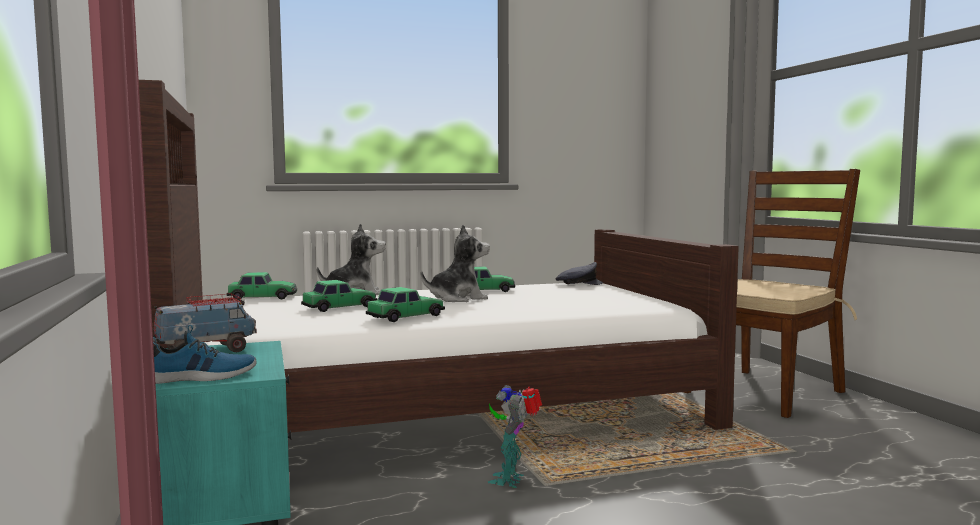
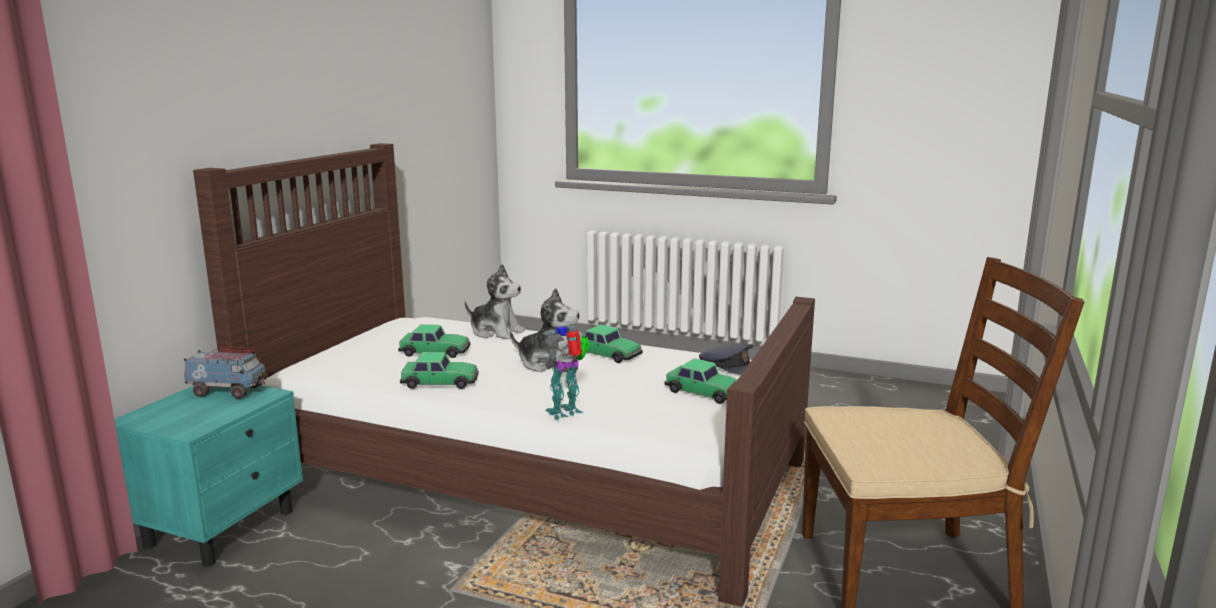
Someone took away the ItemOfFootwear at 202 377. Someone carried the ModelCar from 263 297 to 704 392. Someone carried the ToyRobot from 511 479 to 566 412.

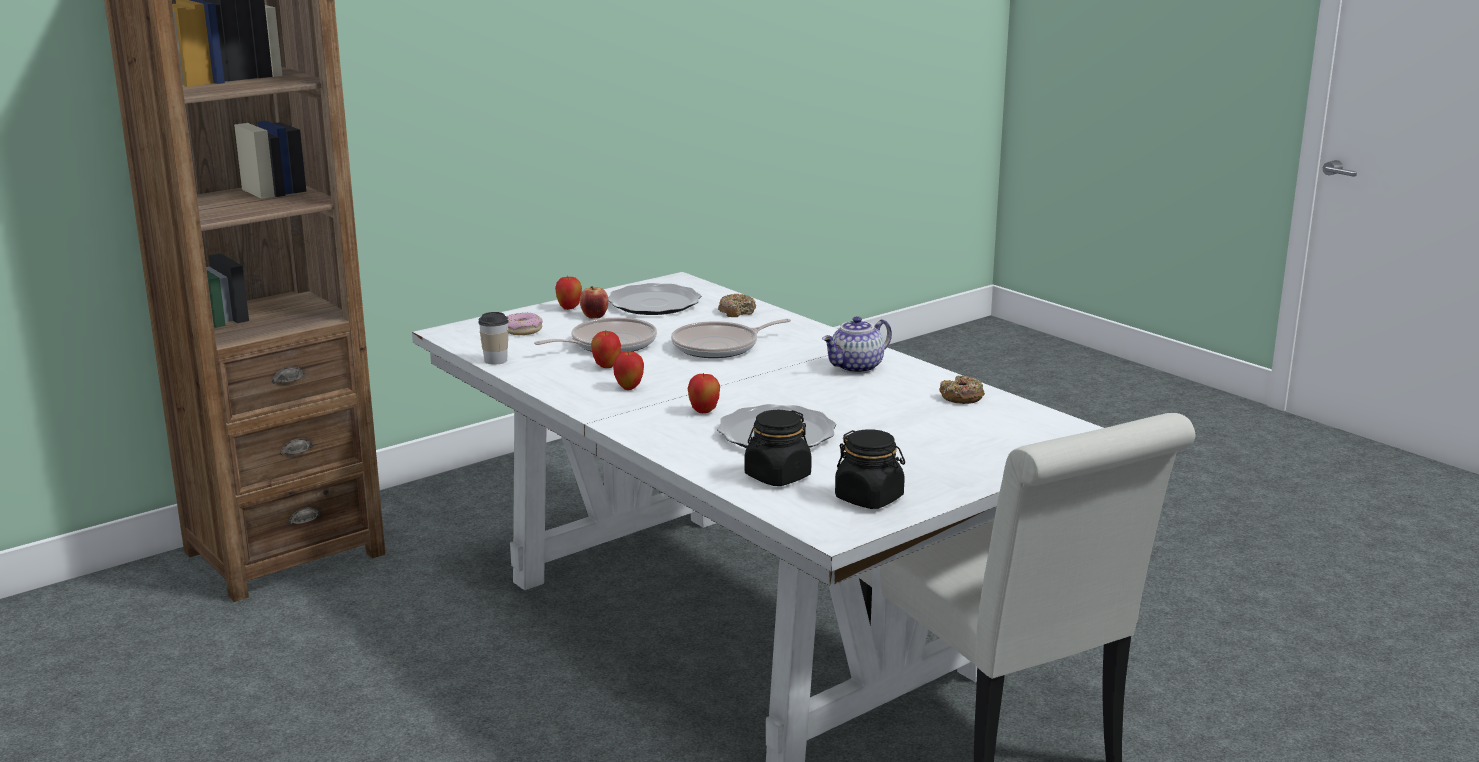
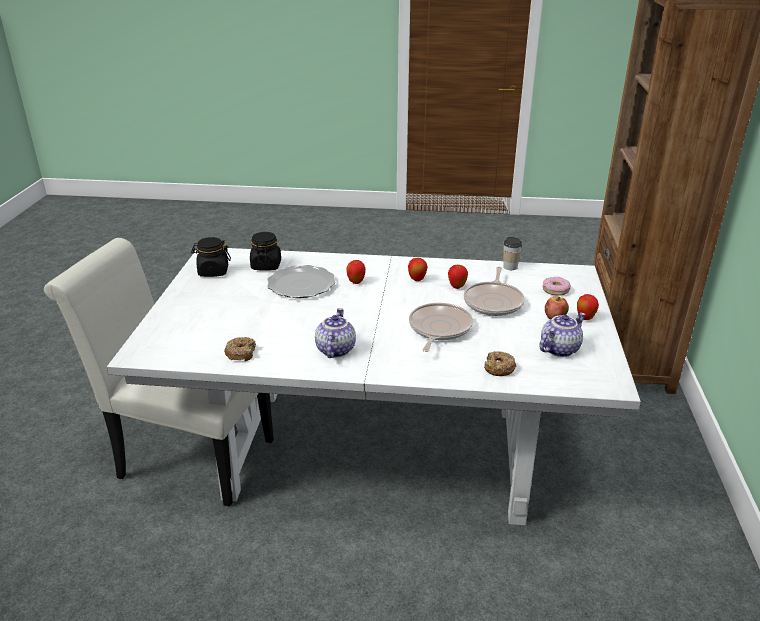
Someone swapped the DinnerPlate at 654 304 for the PotForTea at 559 349.

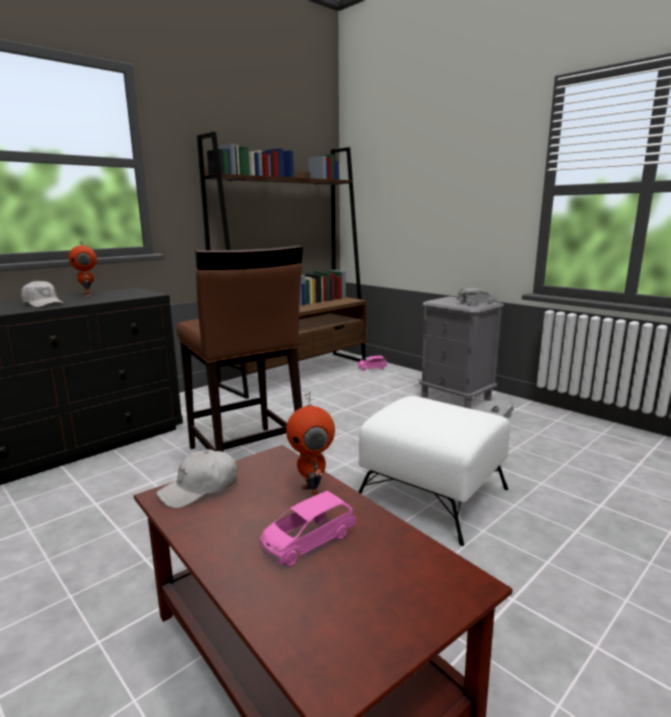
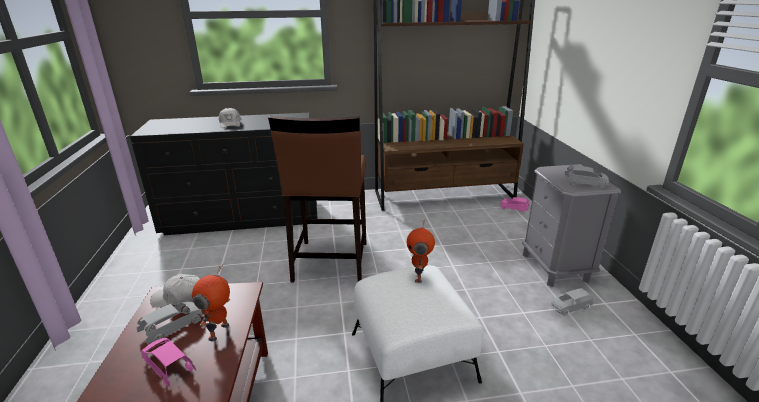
Someone carried the ToyRobot from 88 295 to 419 276. Someone rotated the PinkColouredModelCar at 307 542 by 45 degrees clockwise. Someone put down the GreyModelCar at 173 327.

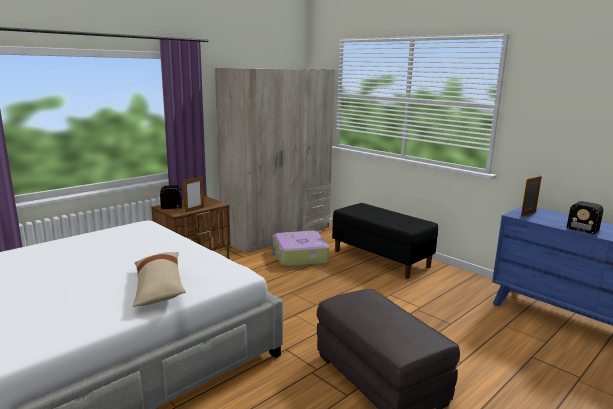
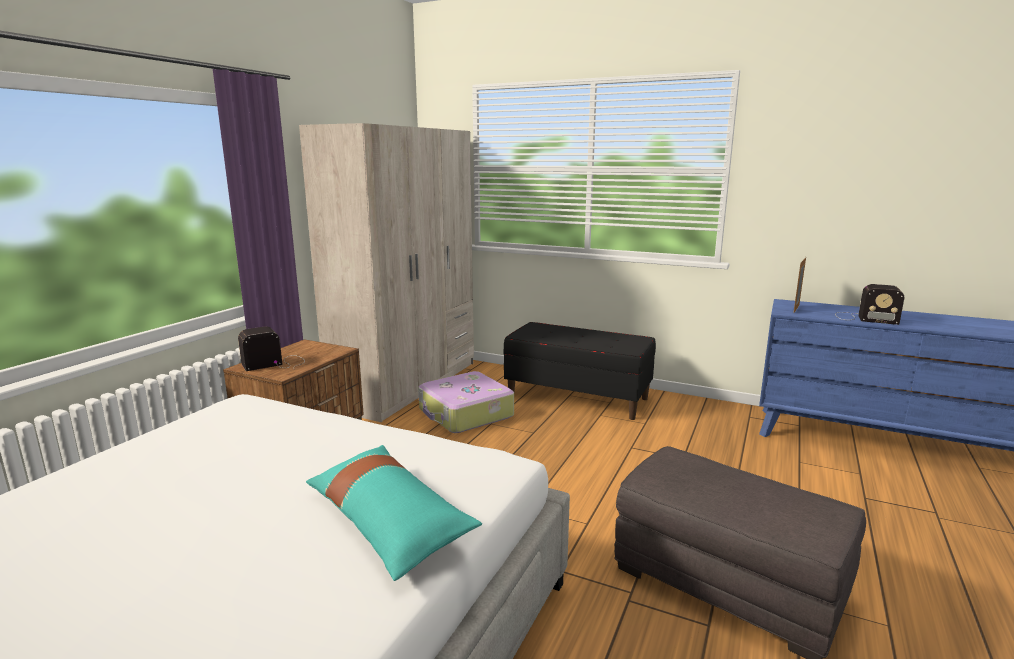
Someone repainted the BeigeColouredThrowPillow at 159 287, which became the BlueGreenThrowPillow at 388 522. Someone took away the PictureFrame at 194 210.

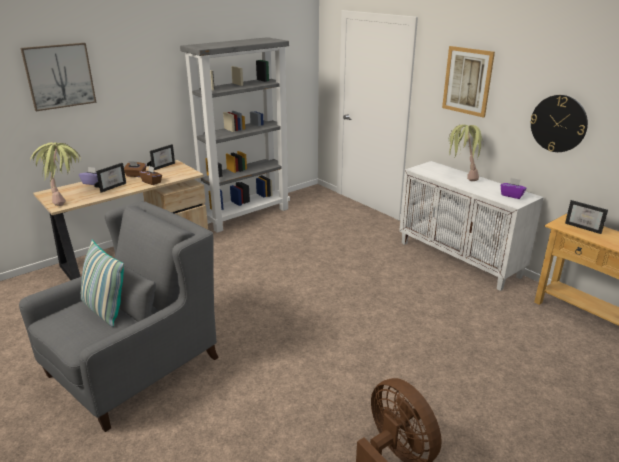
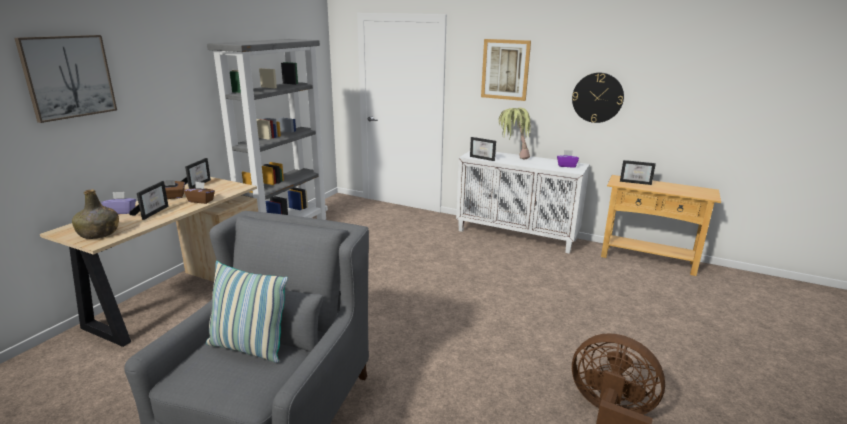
Someone swapped the Houseplant at 65 199 for the GreenBeverageBottle at 99 234. Someone put down the PictureFrame at 484 158.

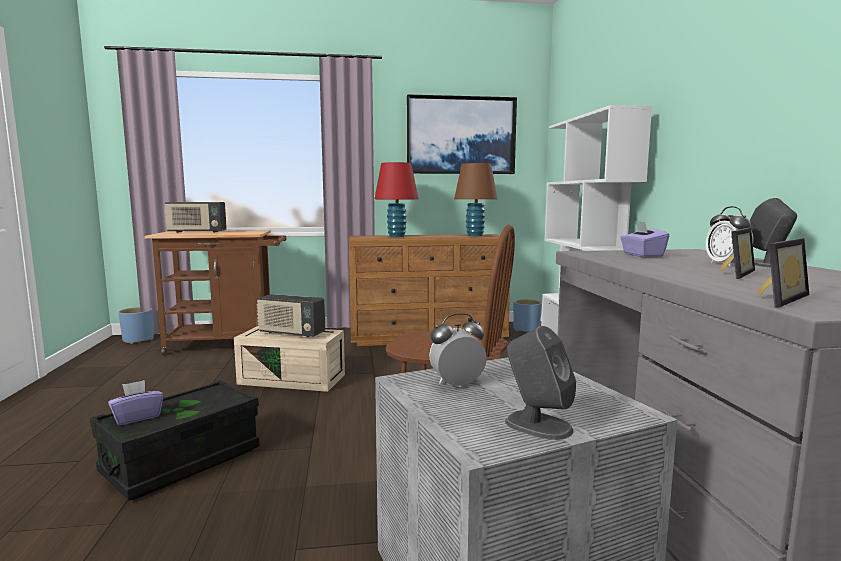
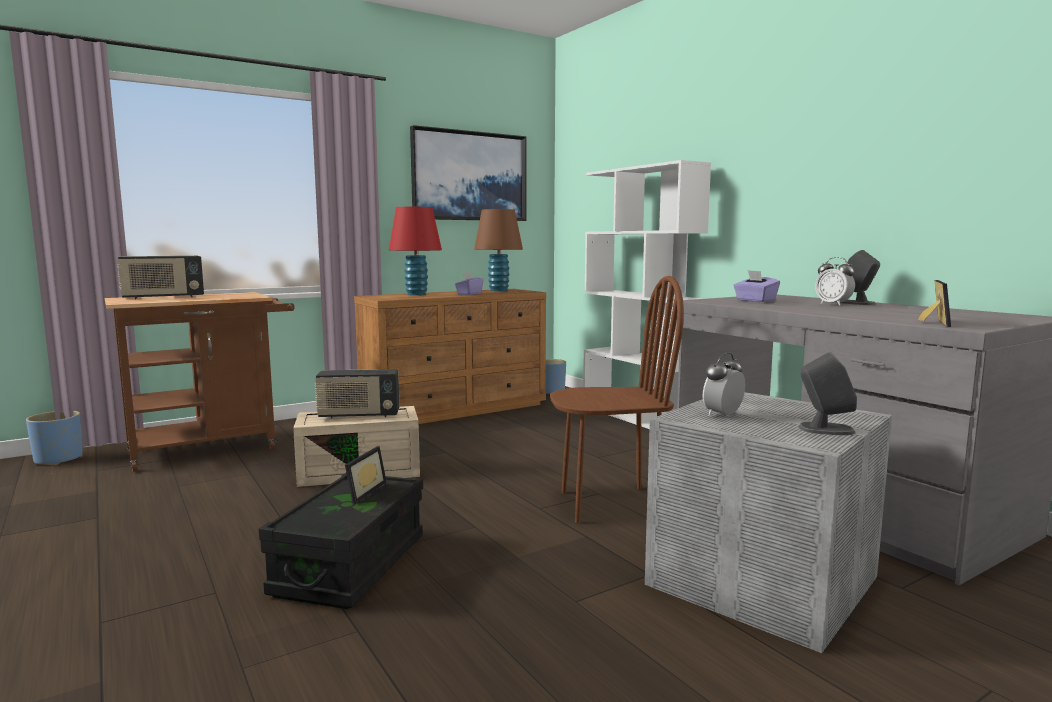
Someone carried the PurpleColouredBoxOfTissues from 137 417 to 469 294. Someone carried the PictureFrame from 732 273 to 361 492.

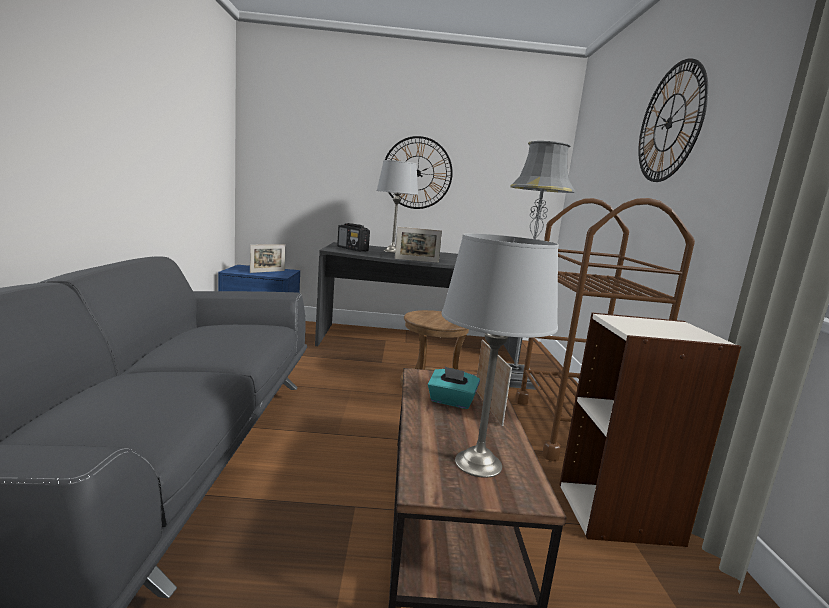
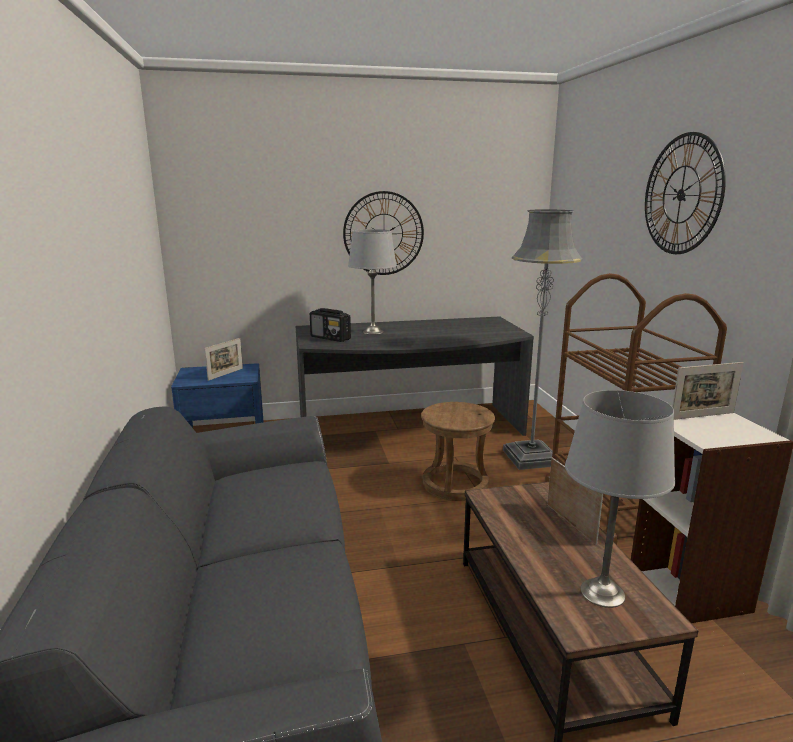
Someone carried the PictureFrame from 416 260 to 702 416. Someone took away the BlueGreenBoxOfTissues at 451 401.

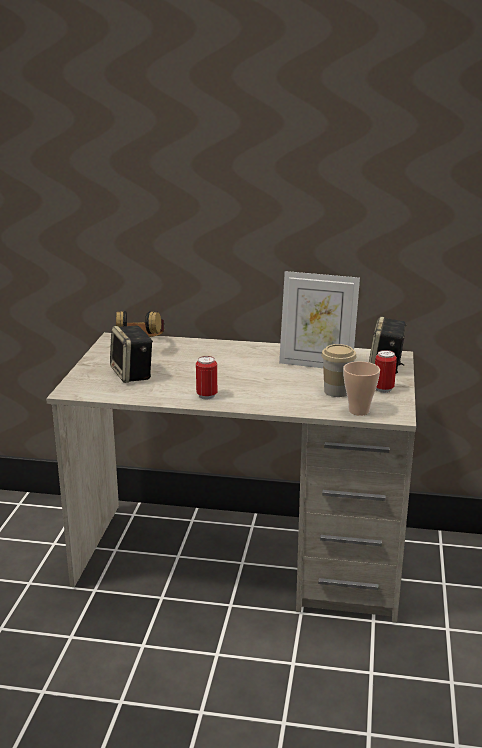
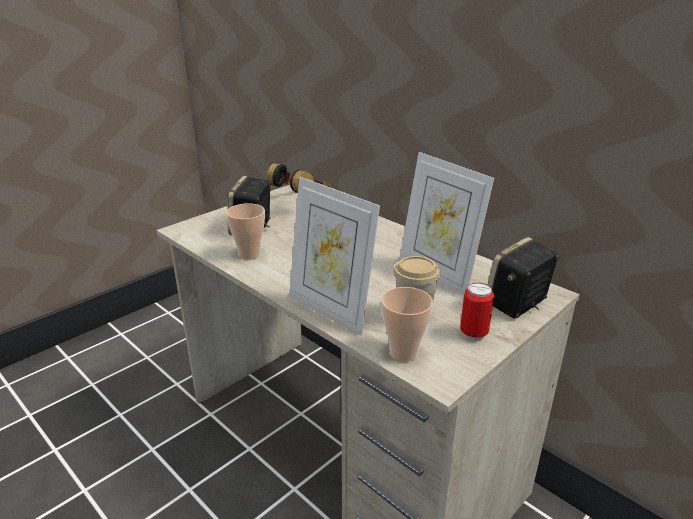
Someone took away the SealedCan at 207 395. Someone put down the Cup at 249 254. Someone put down the PictureFrame at 331 310.

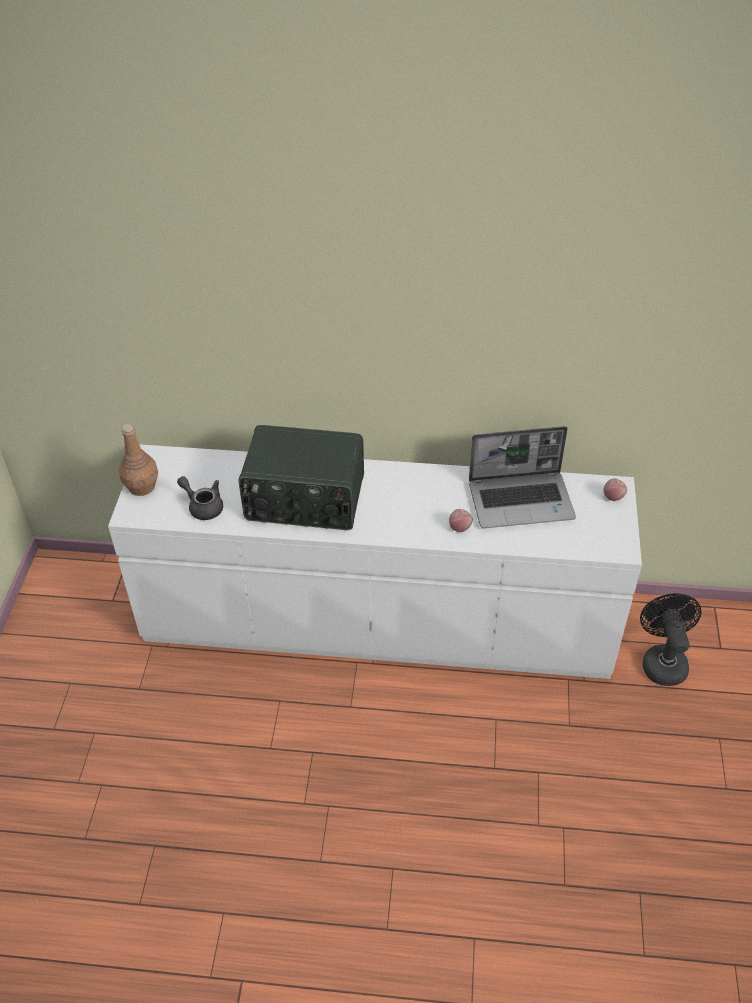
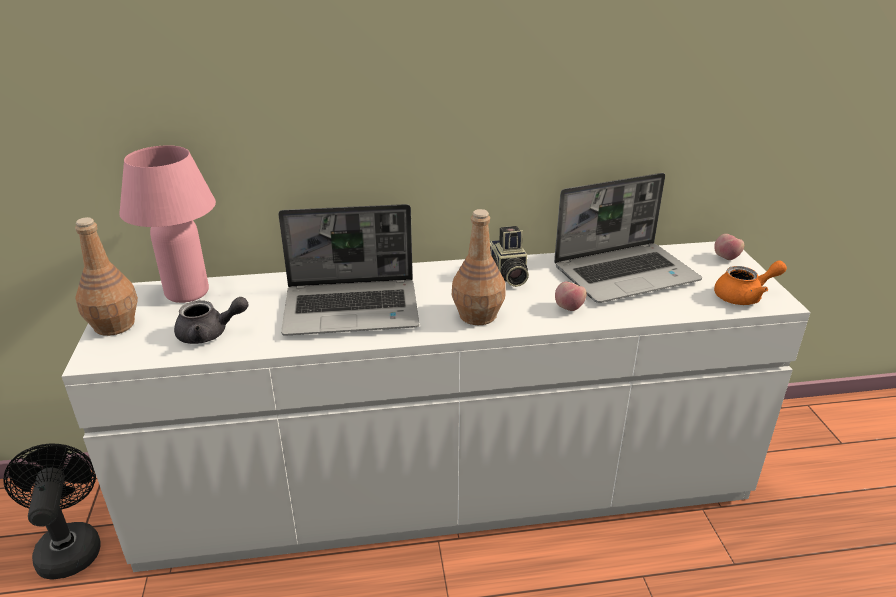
Someone rotated the GreyPotForTea at 203 506 by 150 degrees clockwise. Someone swapped the RadioReceiver at 304 500 for the Laptop at 353 309. Someone carried the BlackFan from 662 661 to 69 546. Someone put down the PinkColouredLampForATable at 187 293. Someone put down the BrownishBeverageBottle at 478 315. Someone put down the StillCamera at 507 275. Someone put down the OrangePotForTea at 744 296.

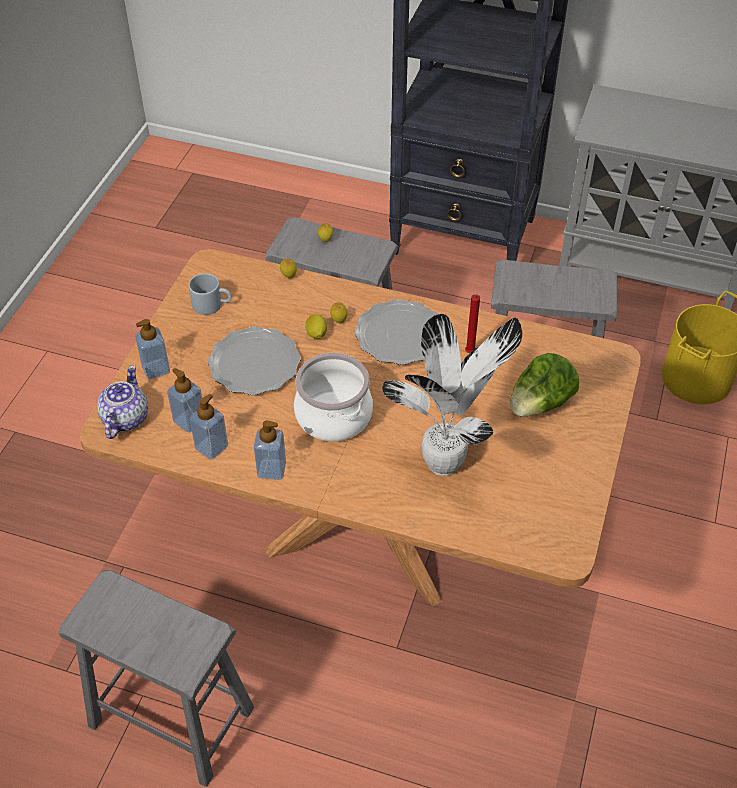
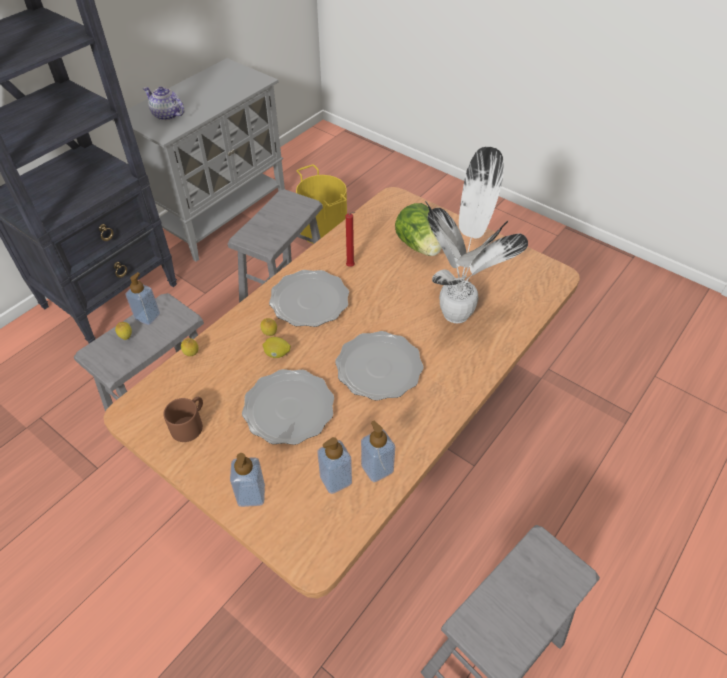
Someone carried the PotForTea from 124 419 to 167 115. Someone repainted the GreyCoffeeMug at 212 304, which became the BrownishCoffeeMug at 190 424. Someone carried the SoapBottle from 271 469 to 147 317. Someone swapped the Saucepot at 333 416 for the DinnerPlate at 378 368.

